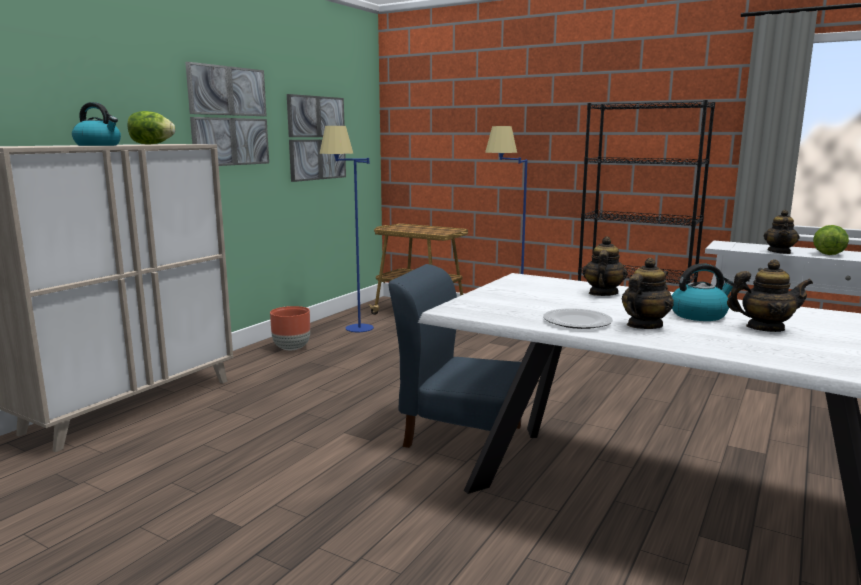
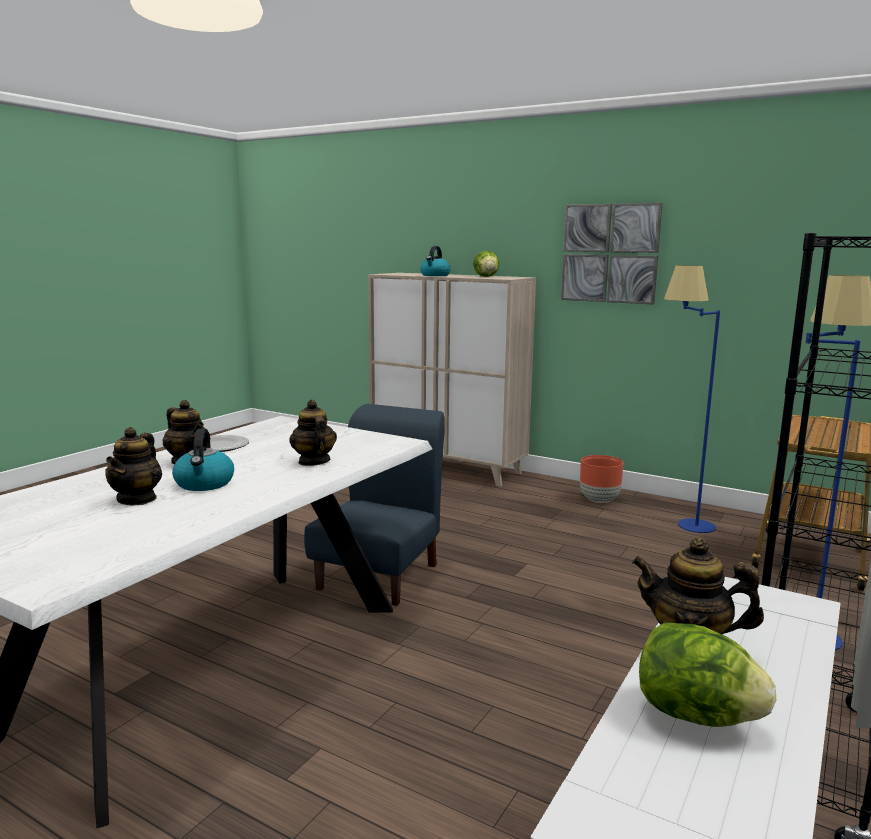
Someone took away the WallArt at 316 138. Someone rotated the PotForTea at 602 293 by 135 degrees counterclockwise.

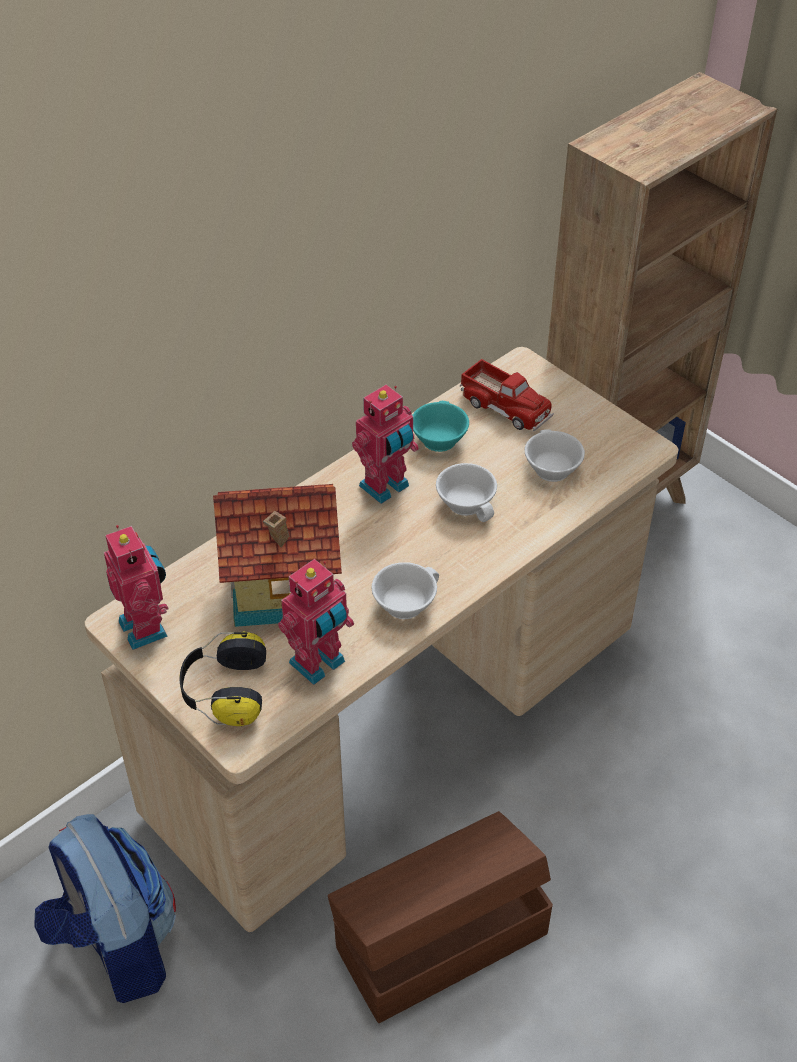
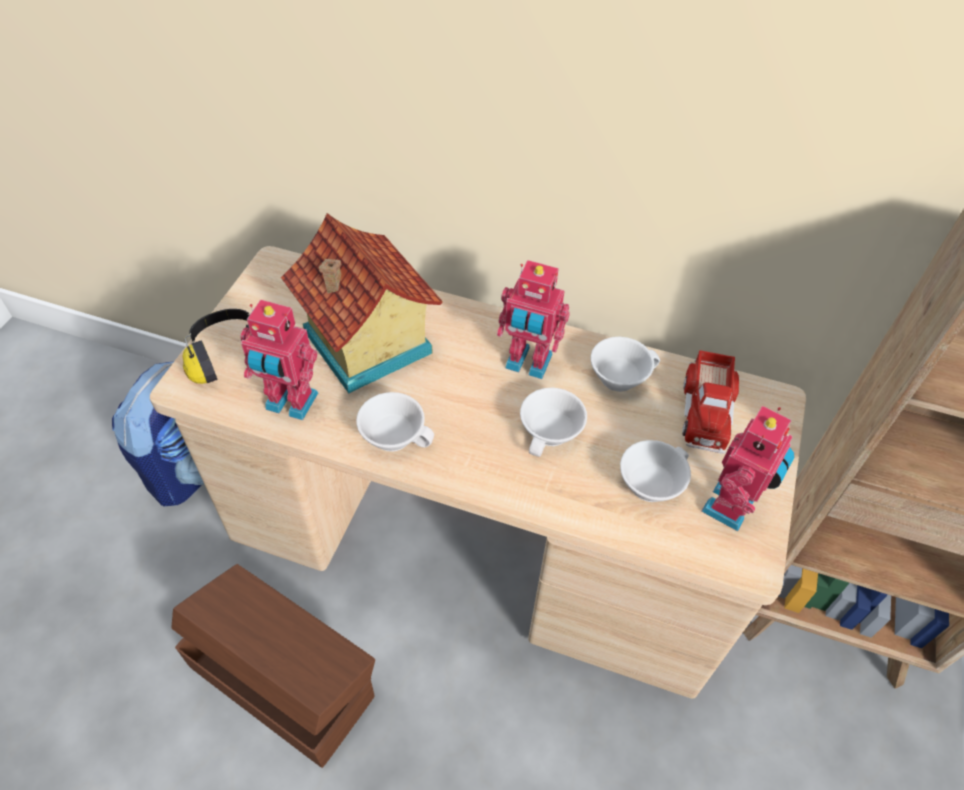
Someone carried the ToyRobot from 146 627 to 732 507. Someone repainted the BlueGreenCup at 437 438, which became the WhiteCup at 619 375.

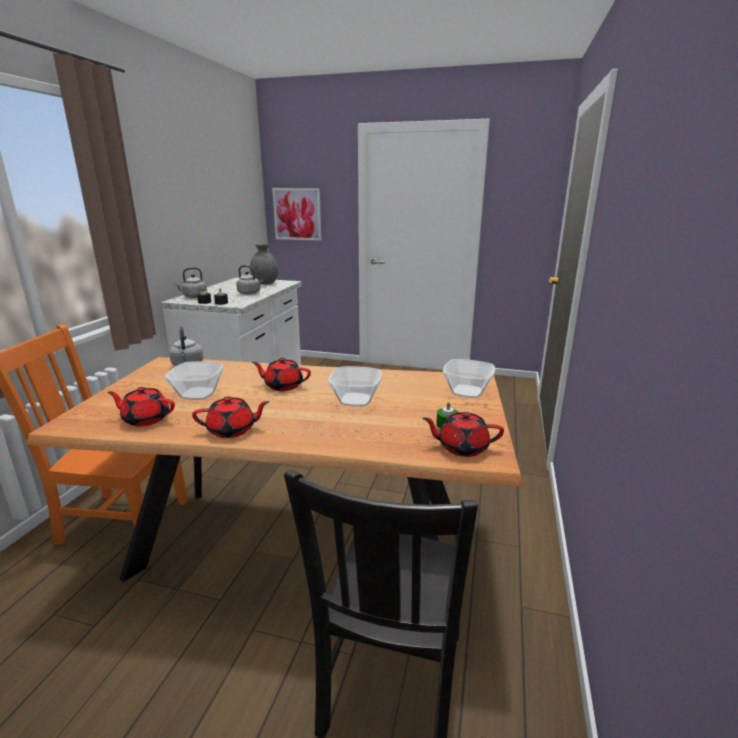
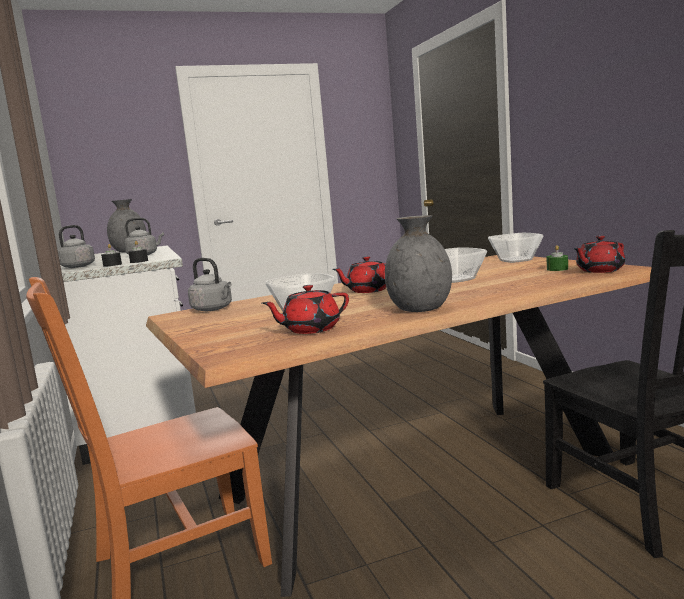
Someone swapped the RedColouredPotForTea at 232 430 for the GreyVase at 420 309. Someone took away the WallArt at 297 214.

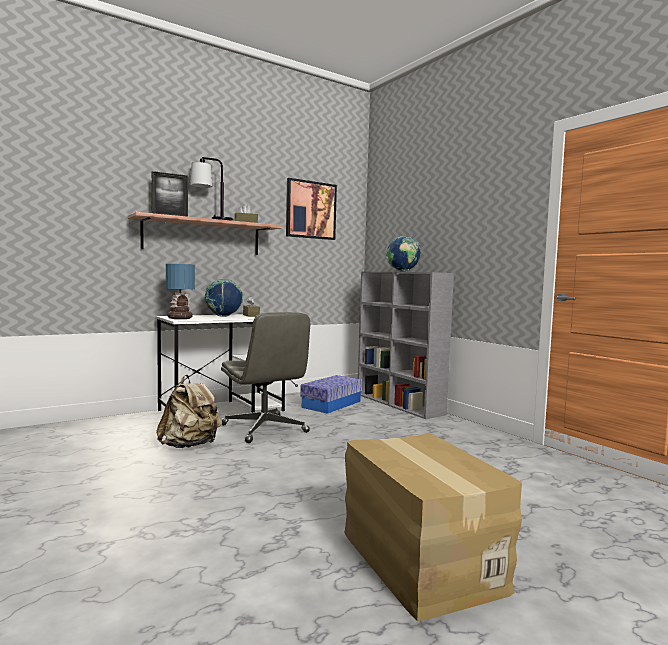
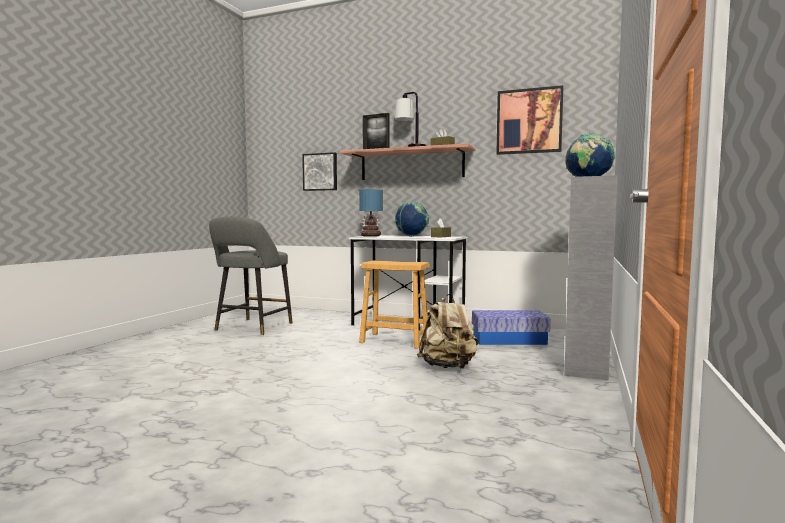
Someone carried the BeigeColouredKnapsack from 190 446 to 448 367. Someone swapped the GreyDeskChair at 265 429 for the BrownishStool at 395 340. Someone took away the Carton at 419 560. Someone put down the GreyStool at 252 328. Someone put up the WallArt at 320 172.

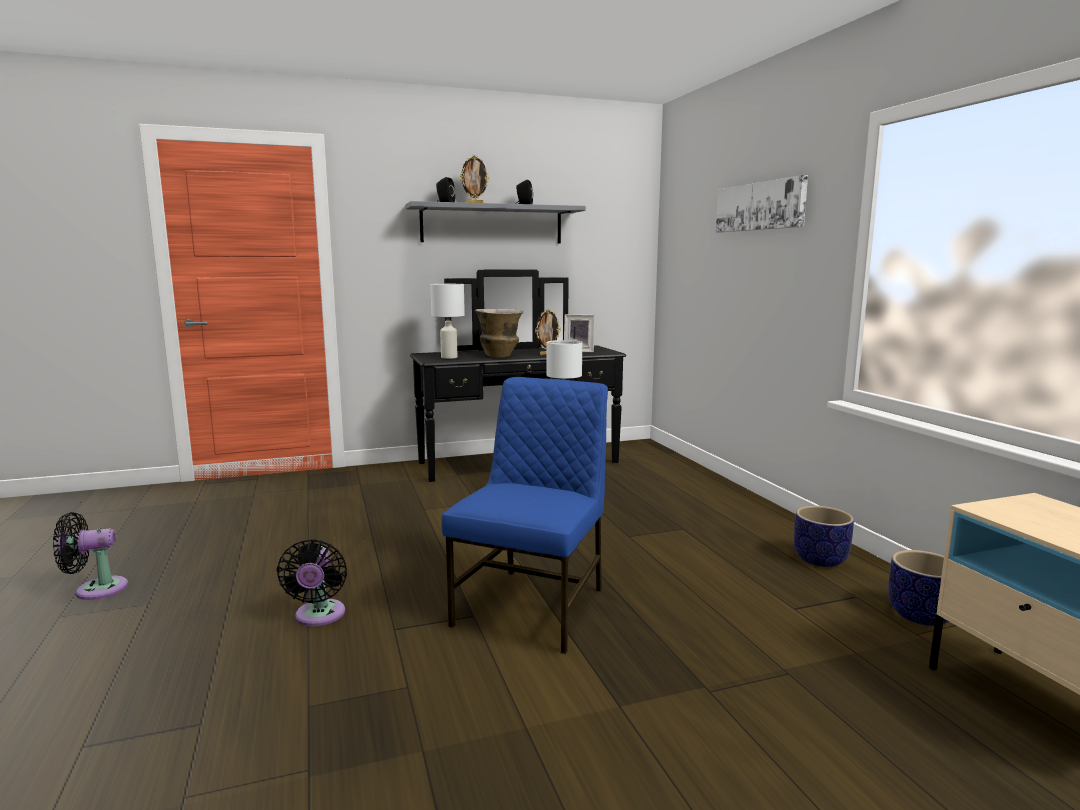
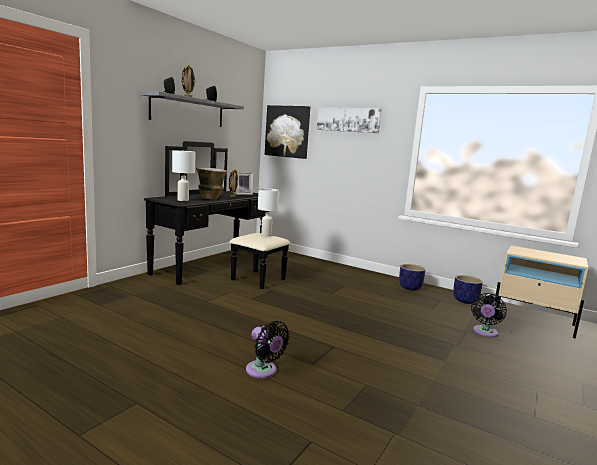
Someone carried the BlackFan from 96 589 to 484 332. Someone took away the BlueColouredPlainChair at 533 606. Someone put up the WallArt at 287 131.

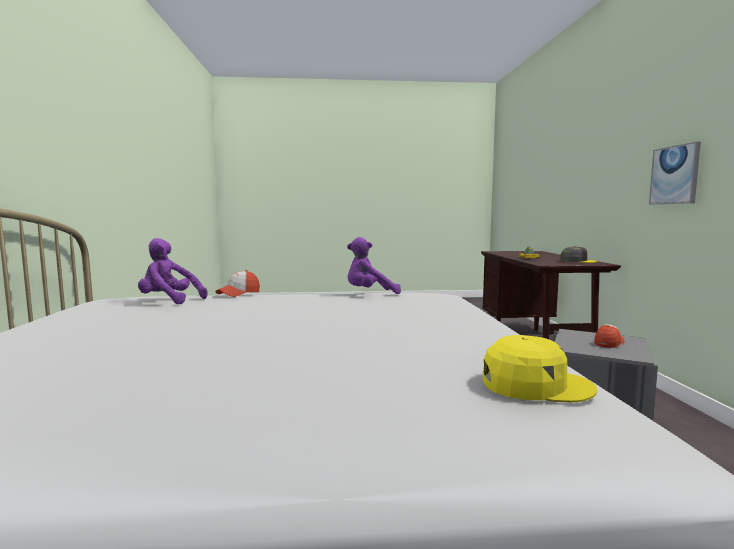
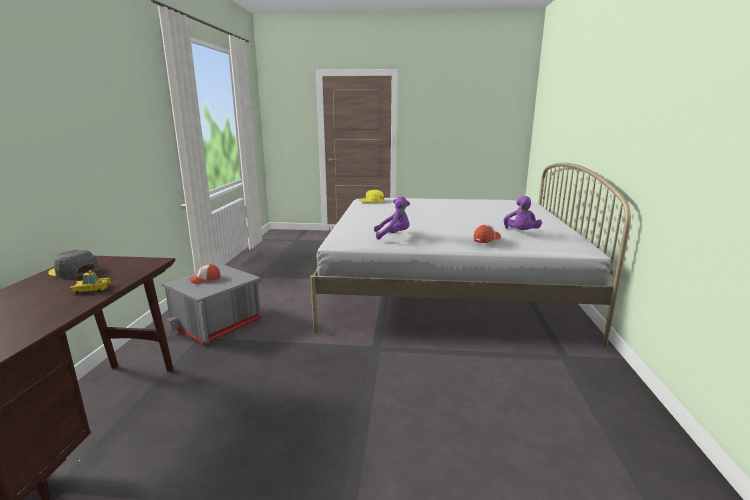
Someone rotated the PurpleColouredPlushToy at 169 301 by 75 degrees clockwise. Someone took away the WallArt at 674 175.

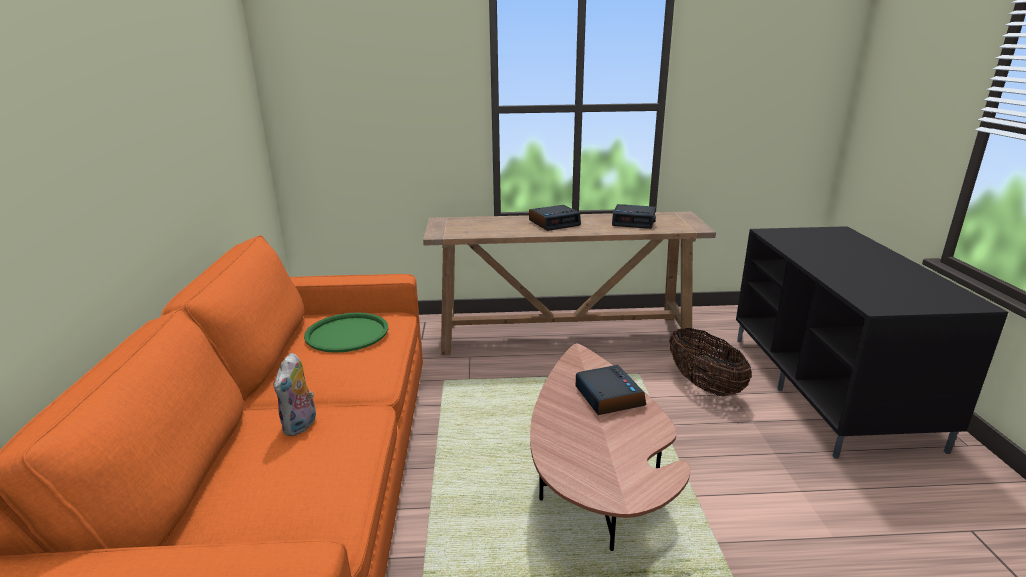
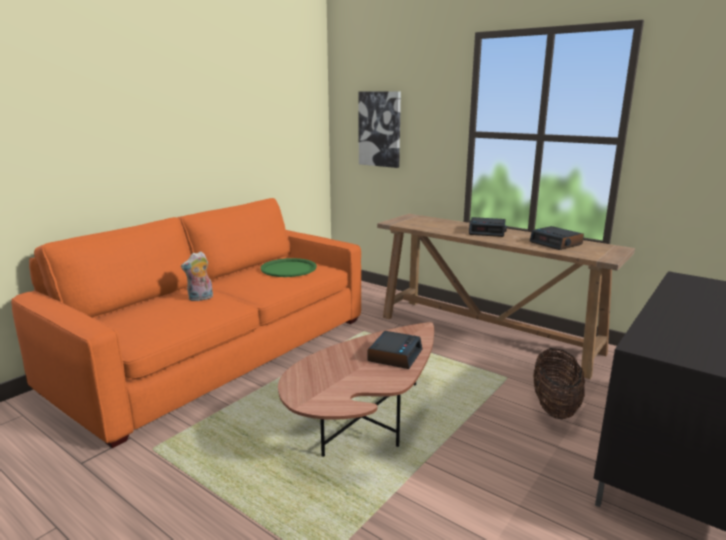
Someone put up the WallArt at 380 129.

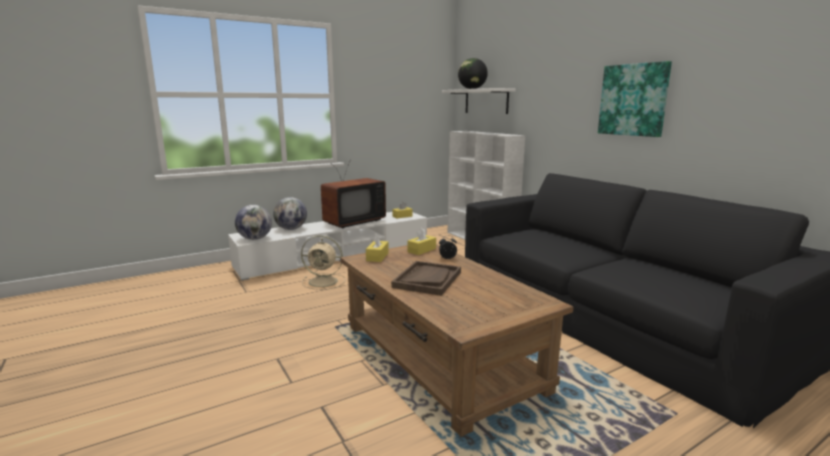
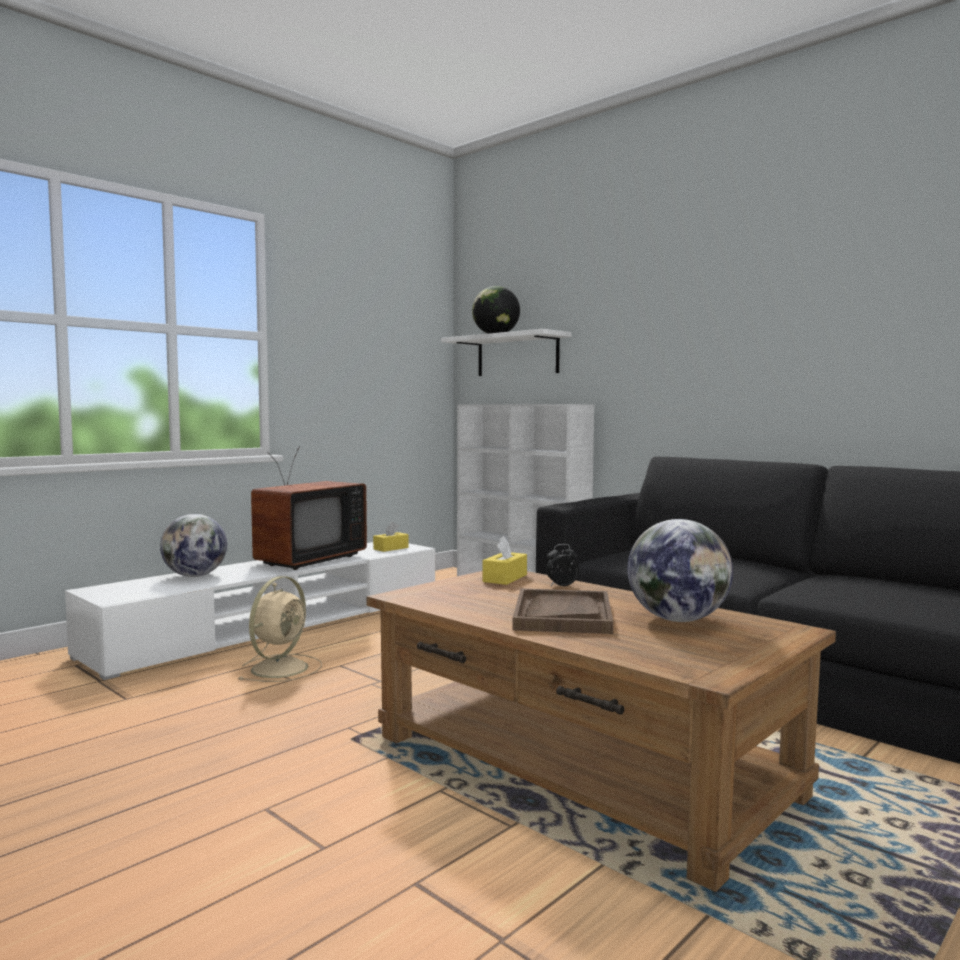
Someone carried the WorldGlobe from 255 239 to 678 619. Someone rotated the BeigeColouredFan at 324 281 by 60 degrees counterclockwise. Someone took away the YellowBoxOfTissues at 377 257. Someone took away the WallArt at 633 100.

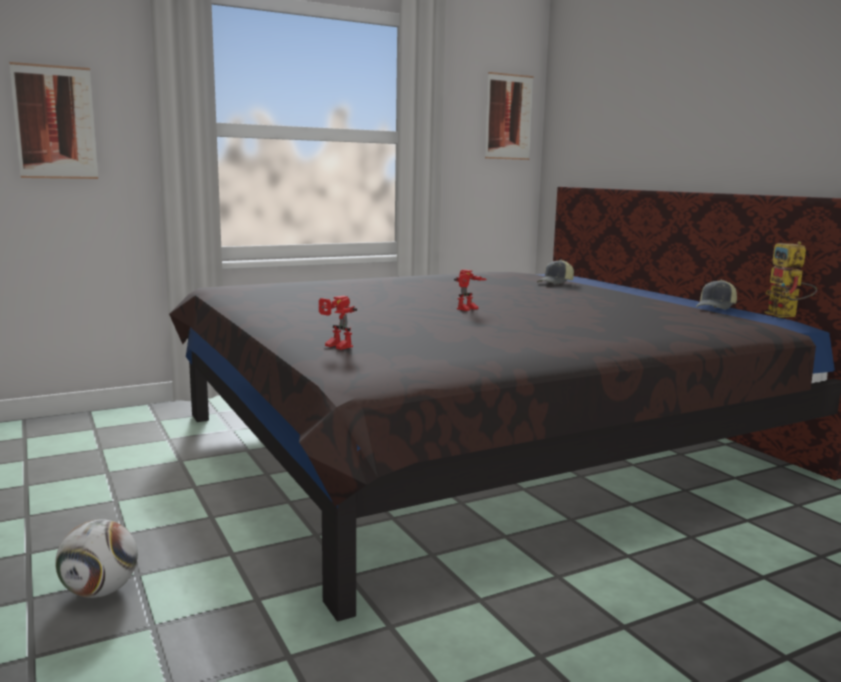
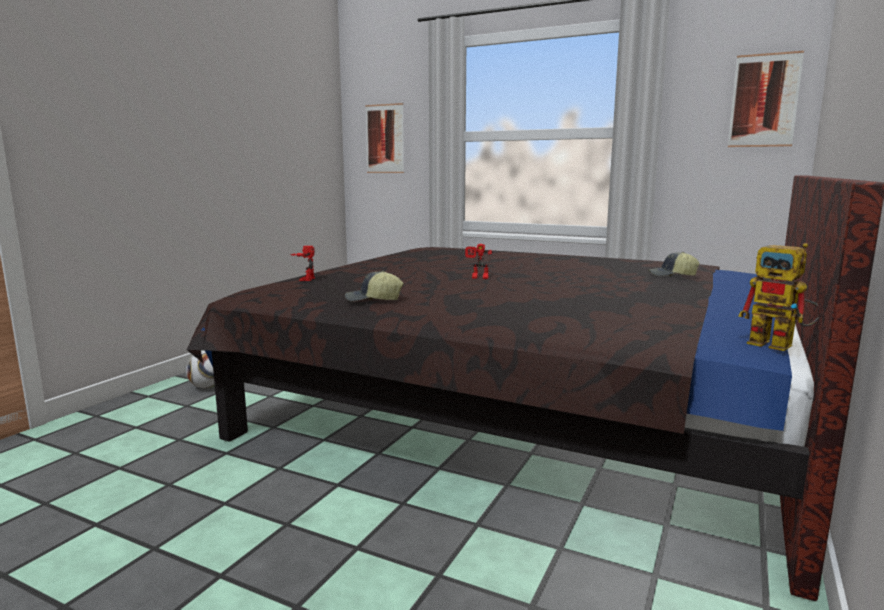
Someone carried the Cap from 716 307 to 373 300. Someone rotated the ToyRobot at 787 316 by 90 degrees counterclockwise.

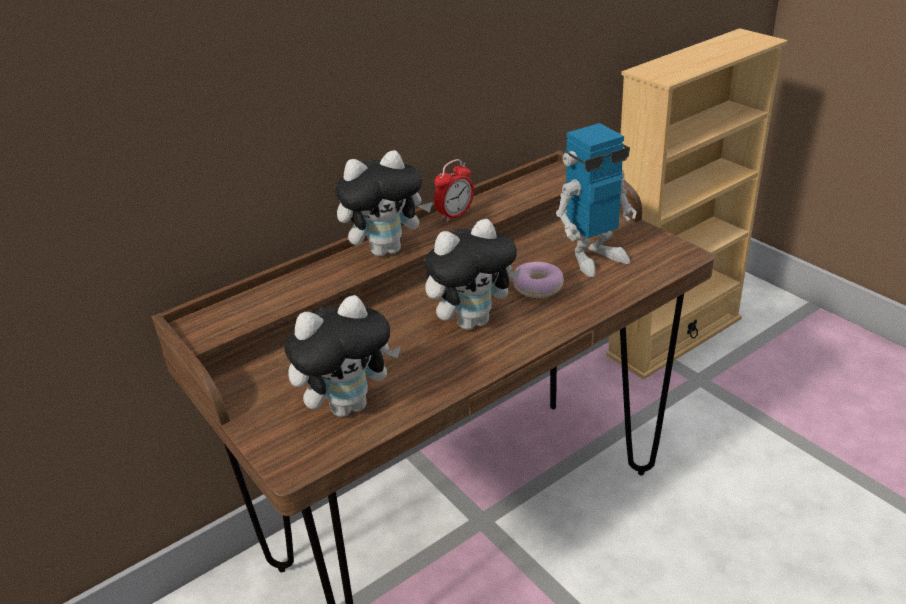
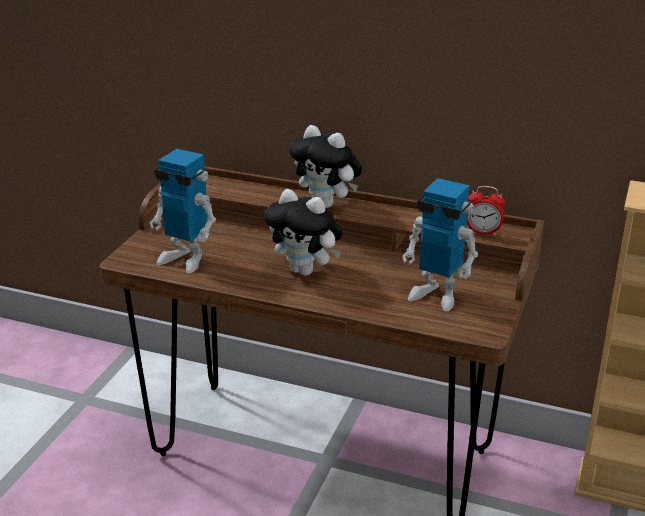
Someone swapped the PlushToy at 349 405 for the ToyRobot at 185 259. Someone carried the AlarmClock from 455 215 to 483 232. Someone took away the Doughnut at 538 287.

